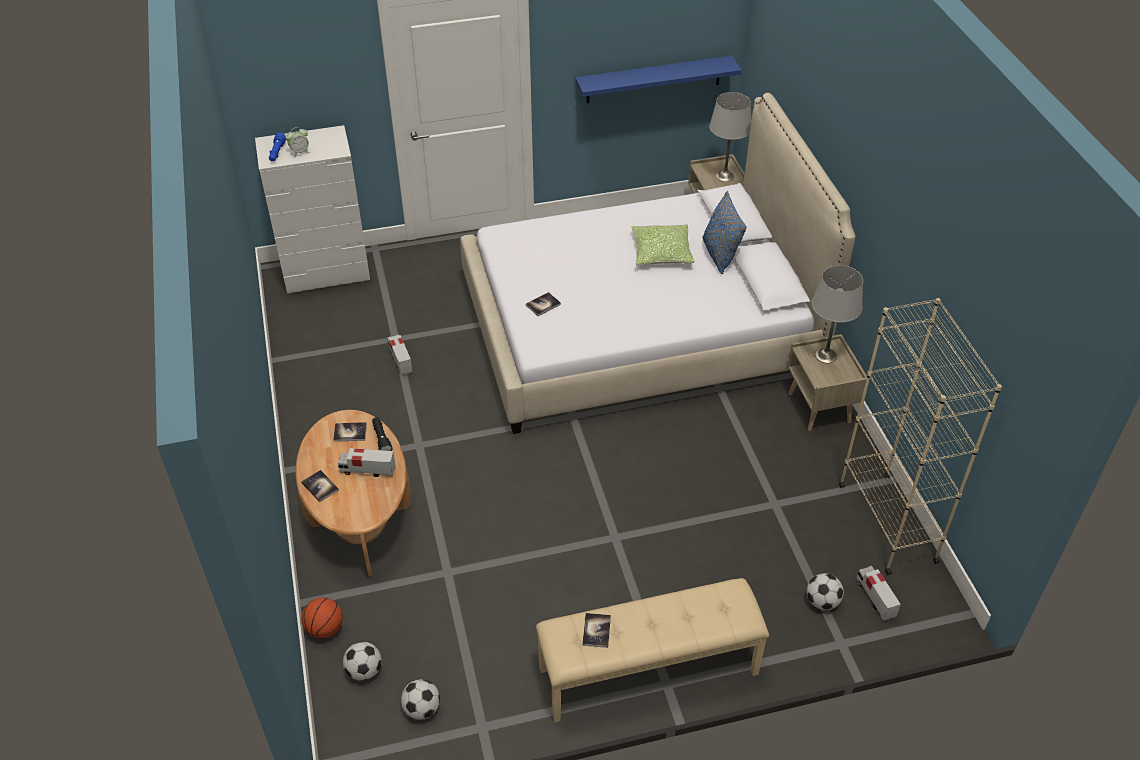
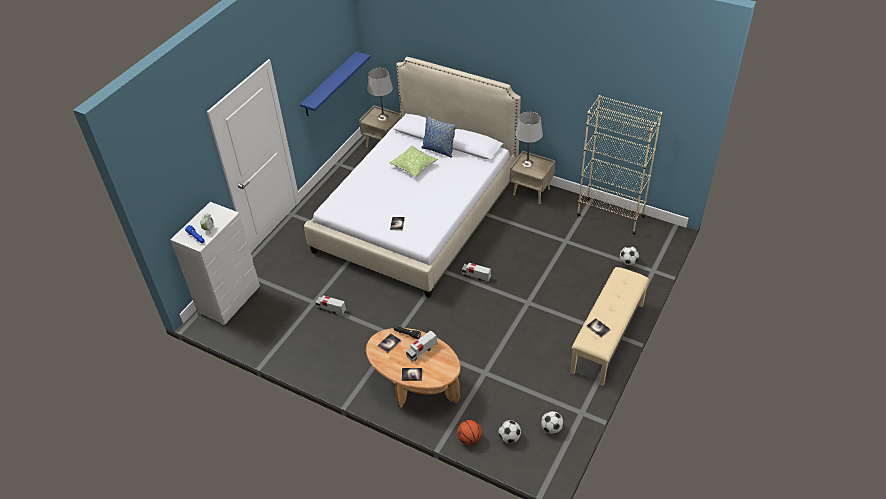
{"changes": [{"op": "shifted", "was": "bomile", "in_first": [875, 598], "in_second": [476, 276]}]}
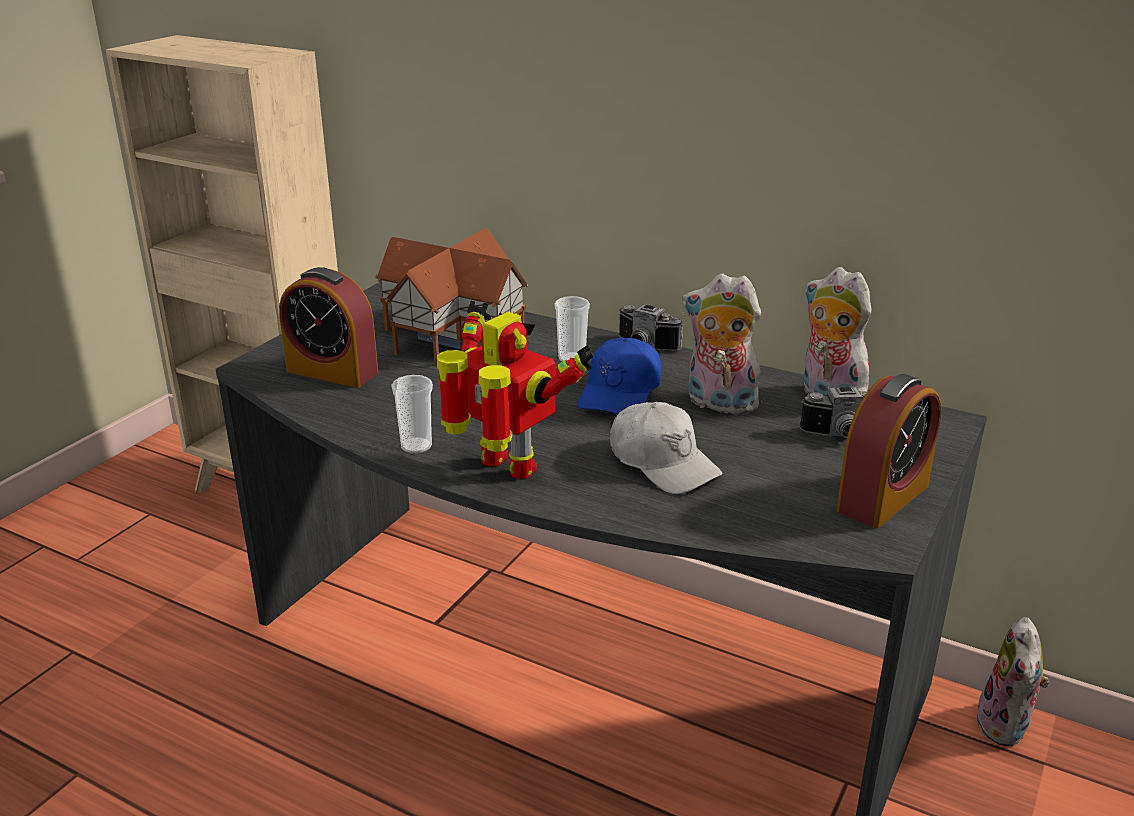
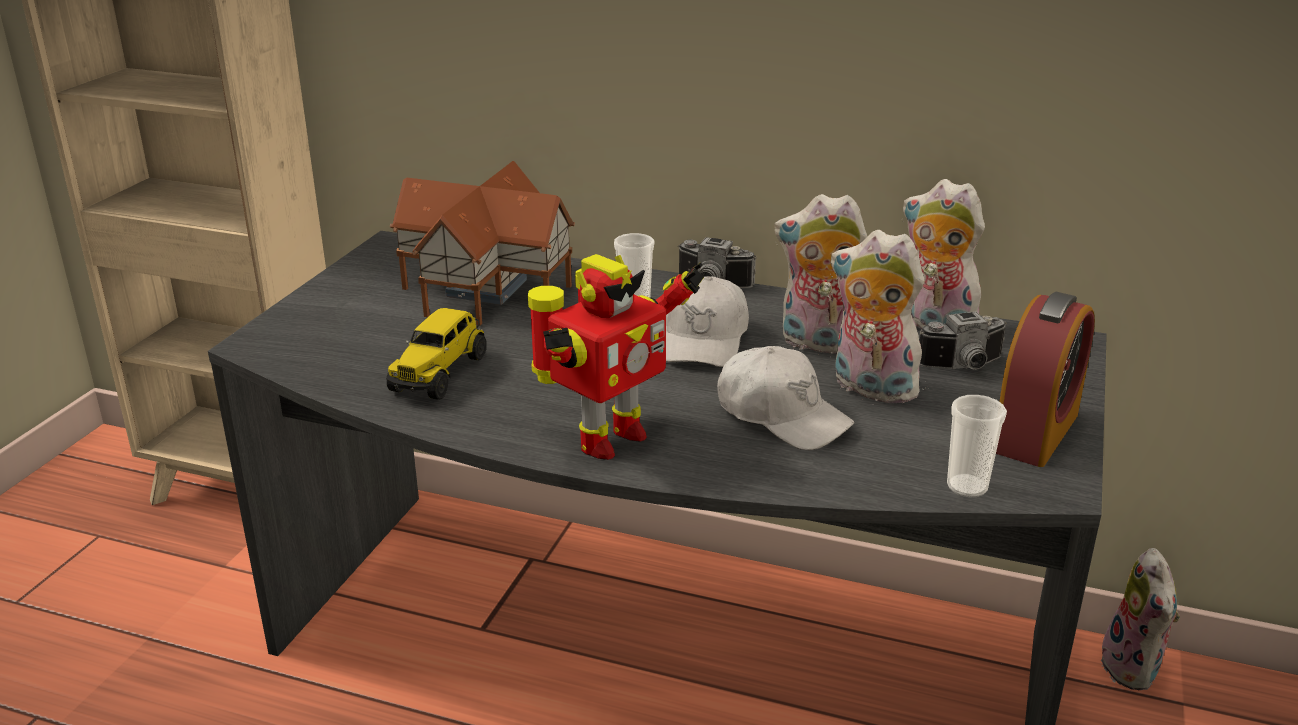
{"changes": [{"op": "gone", "was": "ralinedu", "in_first": [332, 372]}, {"op": "rotated", "was": "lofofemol", "in_first": [506, 469], "in_second": [606, 439], "clockwise": 105}, {"op": "repainted", "was": "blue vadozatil", "now": "white vadozatil", "in_first": [620, 393], "in_second": [704, 340]}, {"op": "shifted", "was": "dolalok", "in_first": [416, 446], "in_second": [967, 486]}, {"op": "new", "now": "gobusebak", "in_second": [870, 389]}, {"op": "new", "now": "bomile", "in_second": [439, 373]}]}
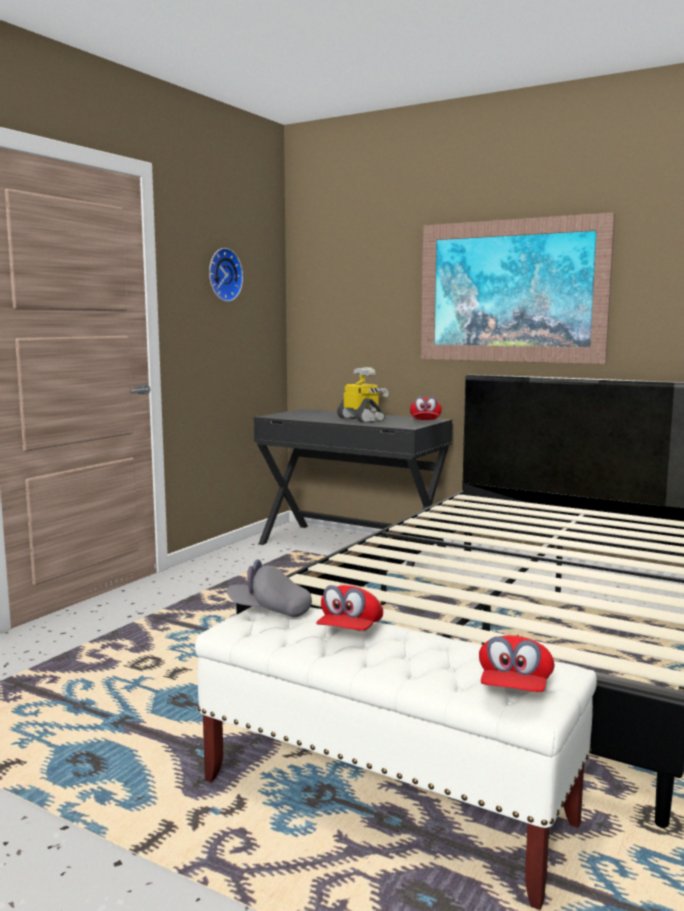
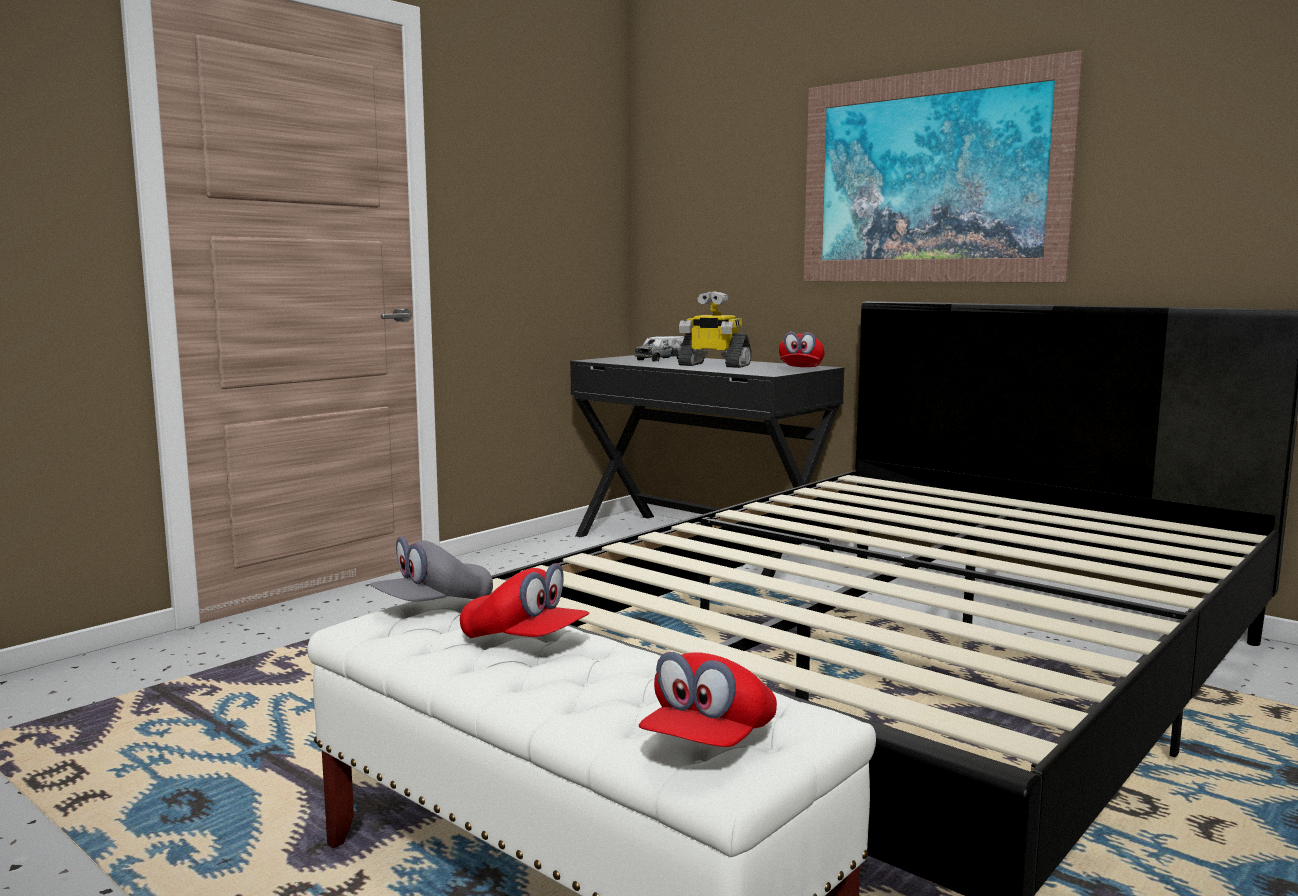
{"changes": [{"op": "gone", "was": "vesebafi", "in_first": [222, 275]}, {"op": "rotated", "was": "lofofemol", "in_first": [361, 419], "in_second": [713, 365], "clockwise": 135}, {"op": "rotated", "was": "grey vadozatil", "in_first": [269, 611], "in_second": [433, 606], "clockwise": -60}, {"op": "rotated", "was": "red vadozatil", "in_first": [350, 631], "in_second": [524, 641], "clockwise": -90}, {"op": "new", "now": "bomile", "in_second": [662, 359]}]}
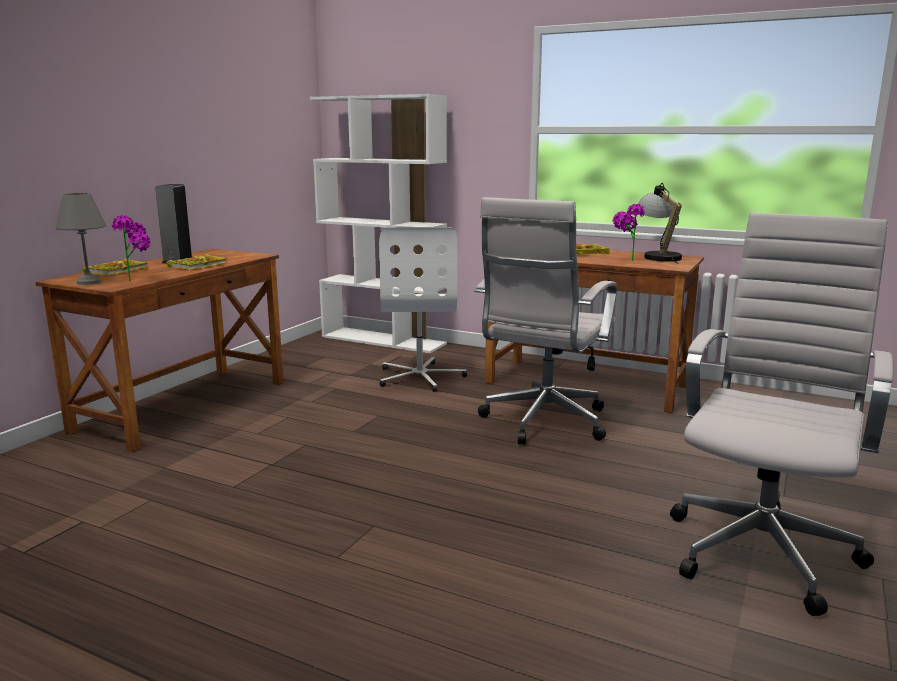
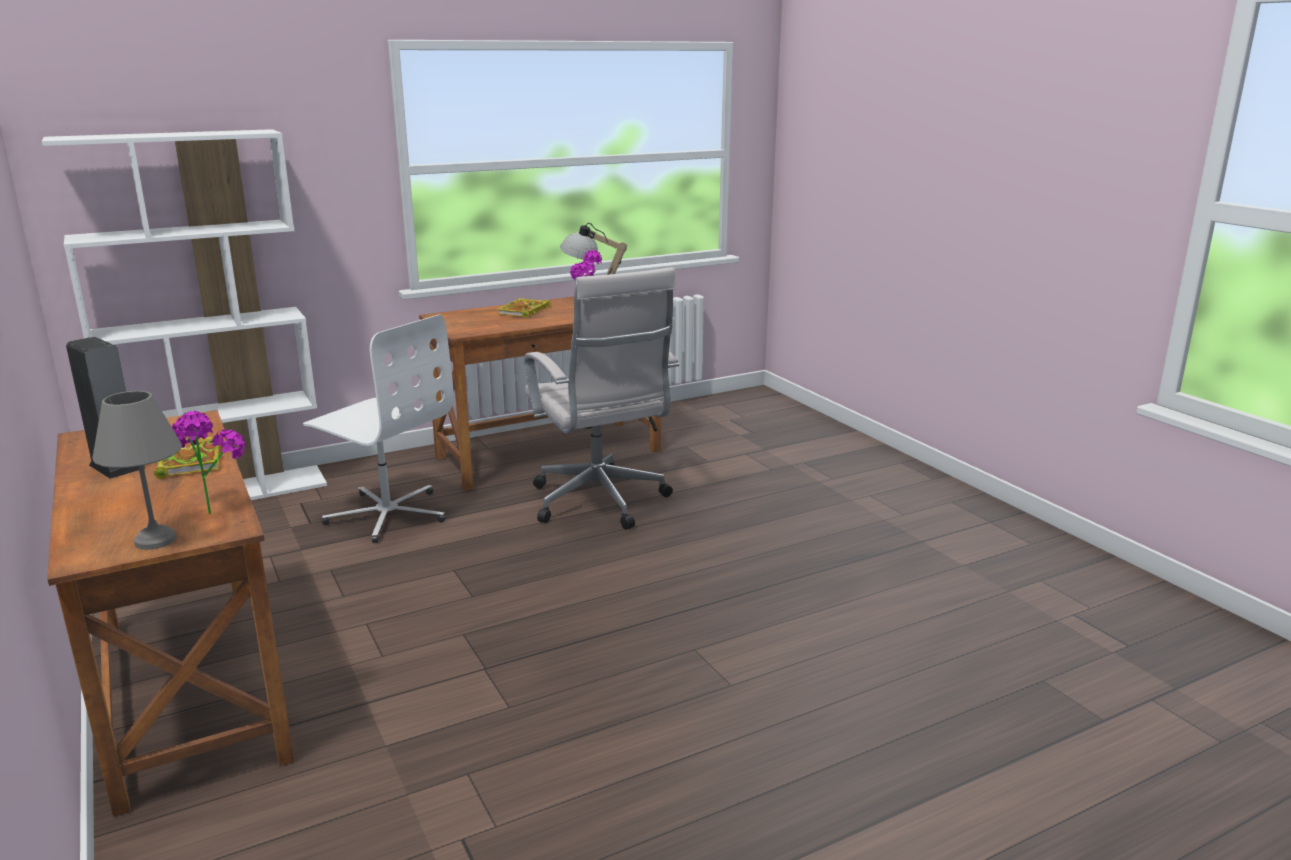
{"changes": [{"op": "gone", "was": "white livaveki", "in_first": [762, 549]}, {"op": "gone", "was": "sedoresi", "in_first": [117, 270]}]}
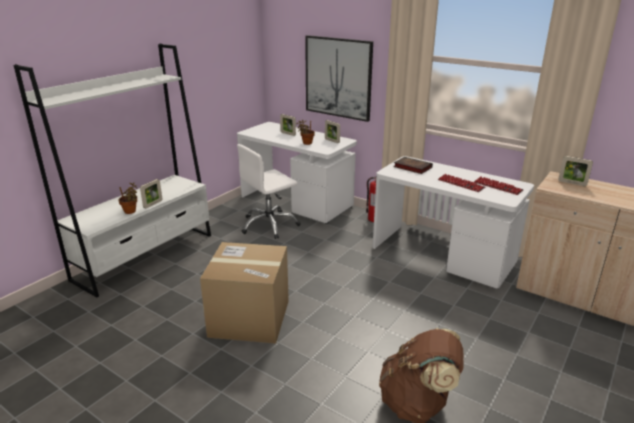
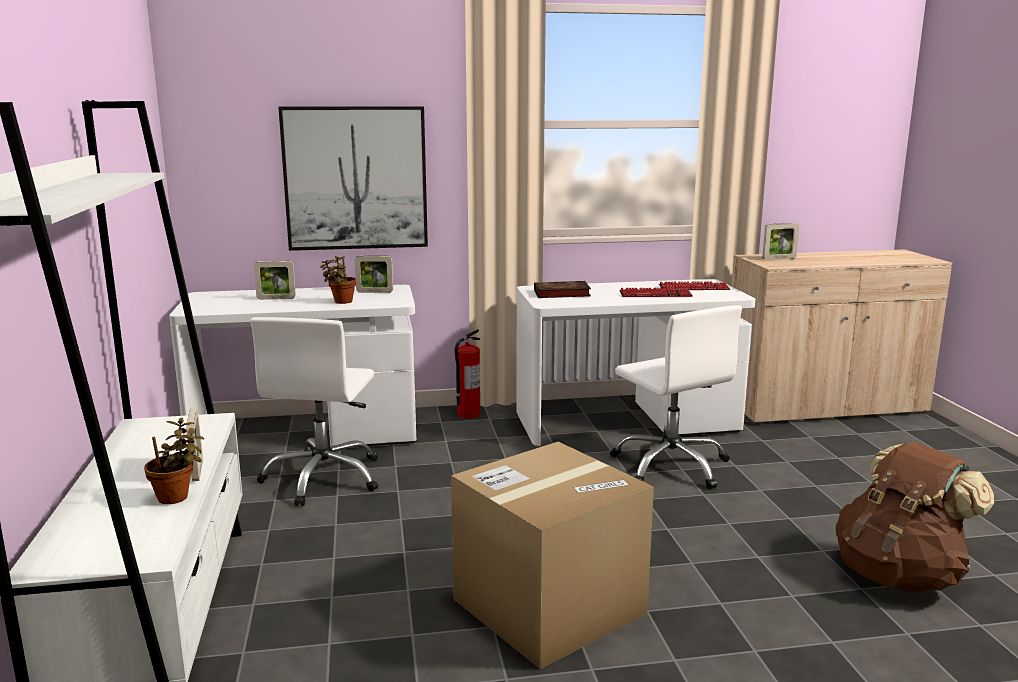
{"changes": [{"op": "new", "now": "white livaveki", "in_second": [671, 465]}]}
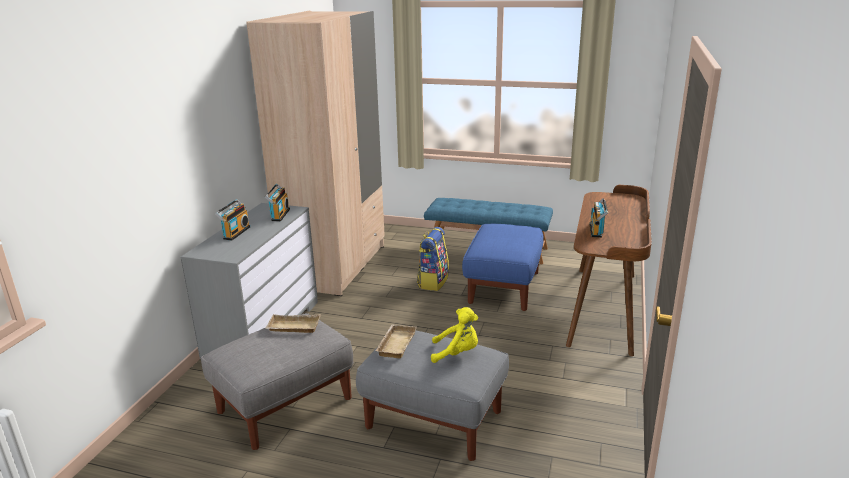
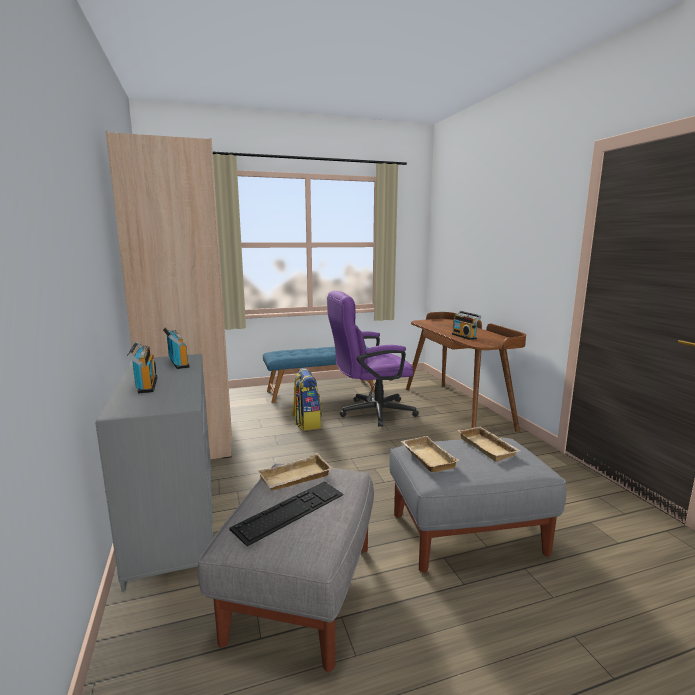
{"changes": [{"op": "swapped", "was": "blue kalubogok", "now": "purple livaveki", "in_first": [504, 287], "in_second": [370, 412]}, {"op": "swapped", "was": "yellow gobusebak", "now": "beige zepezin", "in_first": [457, 353], "in_second": [489, 447]}, {"op": "new", "now": "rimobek", "in_second": [290, 511]}]}
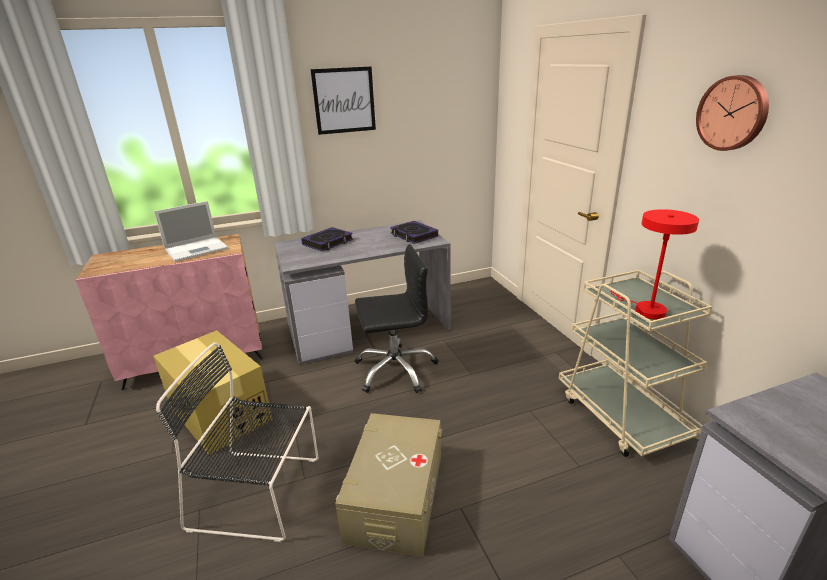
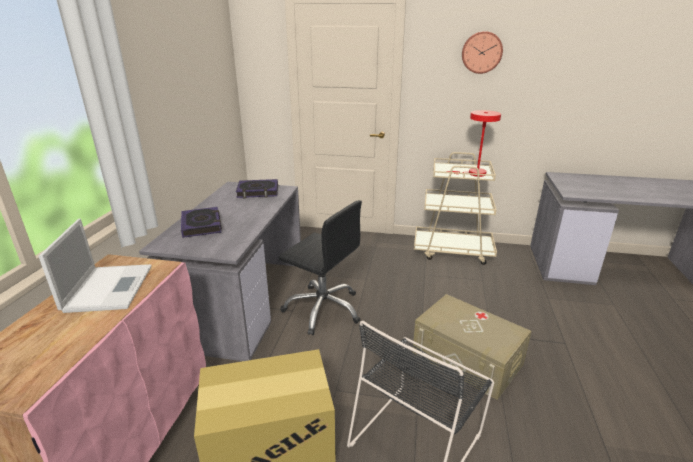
{"changes": [{"op": "gone", "was": "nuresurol", "in_first": [344, 100]}, {"op": "rotated", "was": "black livaveki", "in_first": [395, 369], "in_second": [323, 309], "clockwise": 105}]}
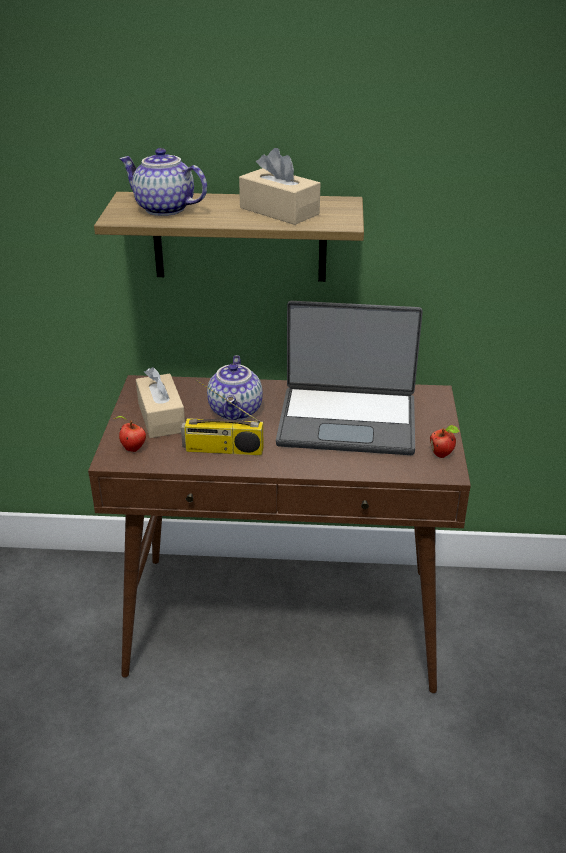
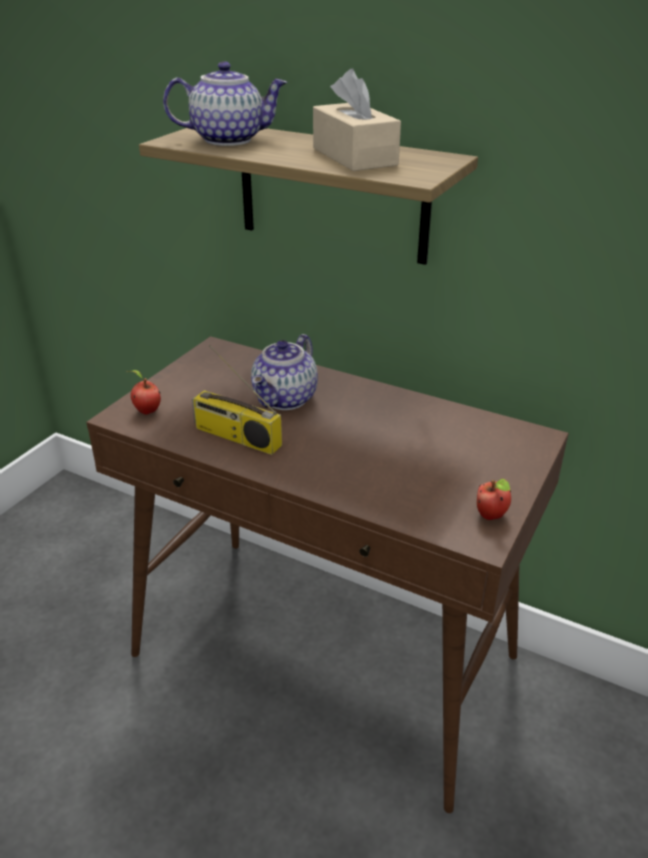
{"changes": [{"op": "rotated", "was": "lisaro", "in_first": [163, 209], "in_second": [229, 139], "clockwise": 120}, {"op": "gone", "was": "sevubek", "in_first": [347, 420]}, {"op": "gone", "was": "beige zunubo", "in_first": [161, 417]}]}
